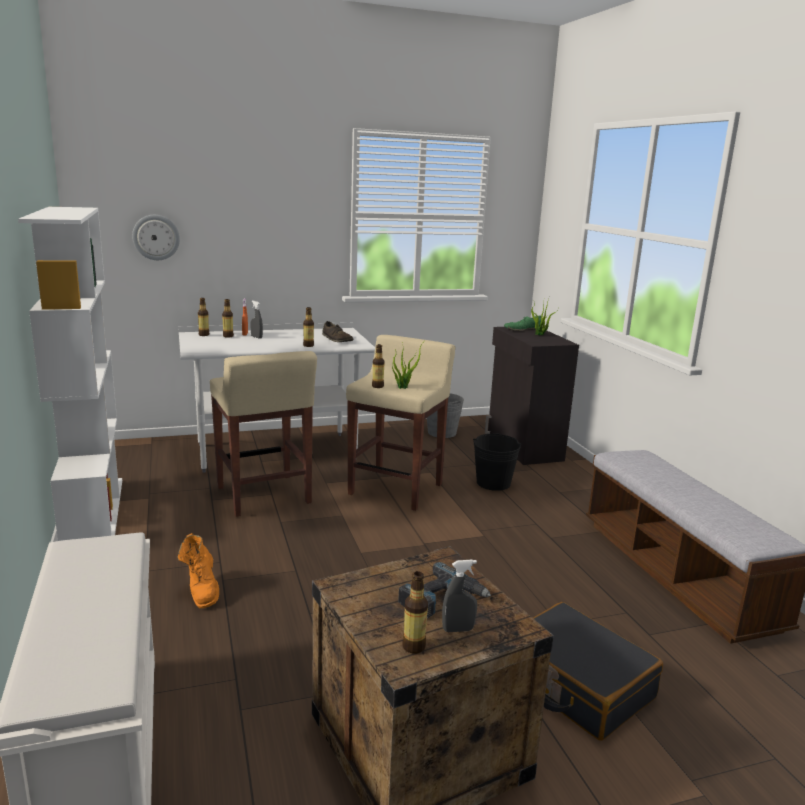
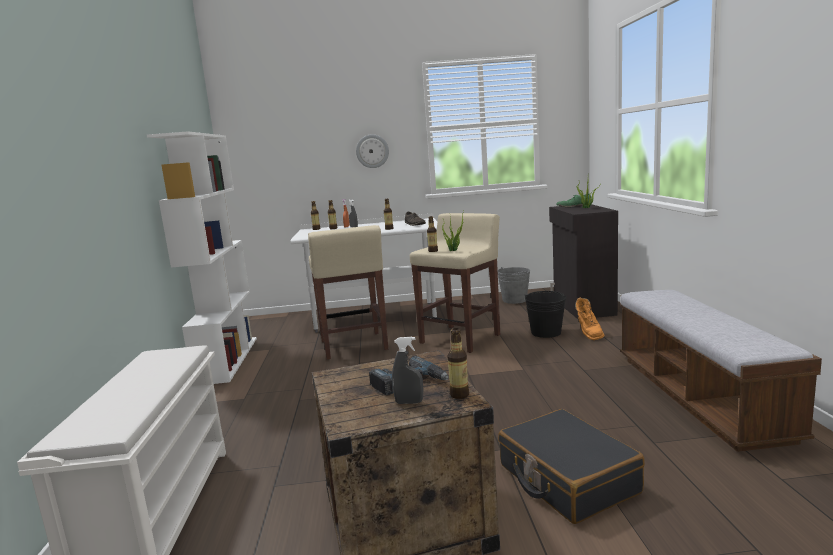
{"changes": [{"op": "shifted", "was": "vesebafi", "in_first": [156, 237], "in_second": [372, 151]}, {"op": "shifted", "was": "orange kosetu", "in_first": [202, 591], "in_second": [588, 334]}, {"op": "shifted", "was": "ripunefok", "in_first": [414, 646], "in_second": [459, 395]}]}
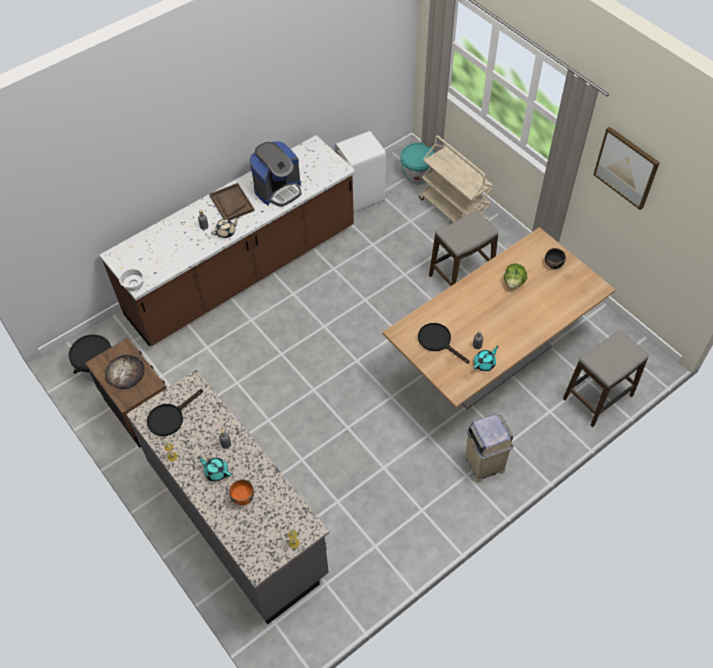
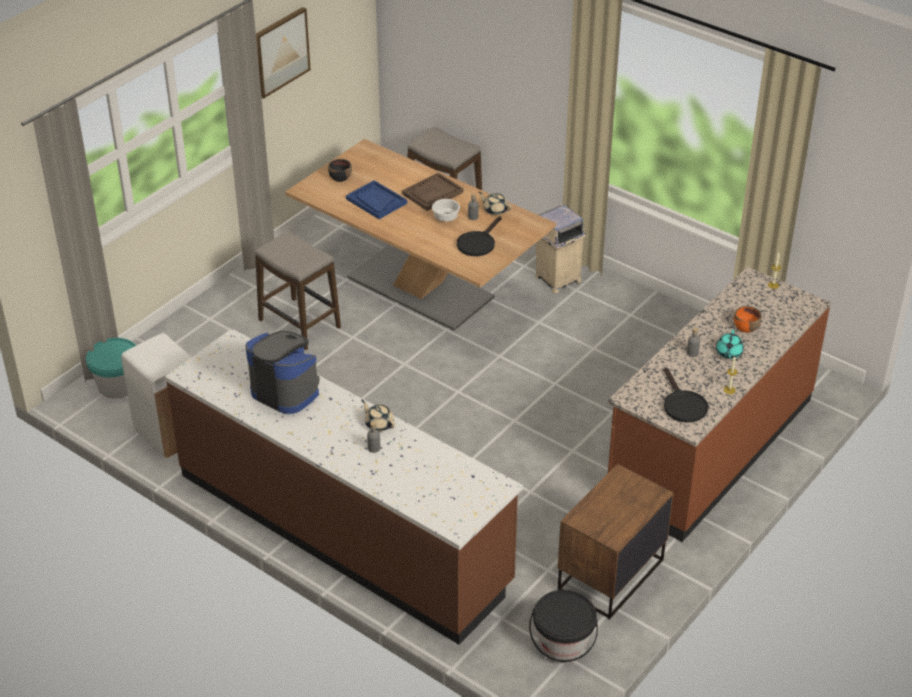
{"changes": [{"op": "gone", "was": "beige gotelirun", "in_first": [454, 212]}, {"op": "shifted", "was": "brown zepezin", "in_first": [231, 203], "in_second": [432, 193]}, {"op": "swapped", "was": "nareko", "now": "blue zepezin", "in_first": [514, 282], "in_second": [376, 201]}, {"op": "shifted", "was": "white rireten", "in_first": [134, 285], "in_second": [446, 217]}, {"op": "repainted", "was": "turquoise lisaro", "now": "beige lisaro", "in_first": [484, 363], "in_second": [495, 210]}, {"op": "gone", "was": "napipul", "in_first": [125, 373]}, {"op": "repainted", "was": "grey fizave", "now": "brown fizave", "in_first": [238, 518], "in_second": [709, 448]}, {"op": "rotated", "was": "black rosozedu", "in_first": [170, 417], "in_second": [682, 404], "clockwise": 45}]}
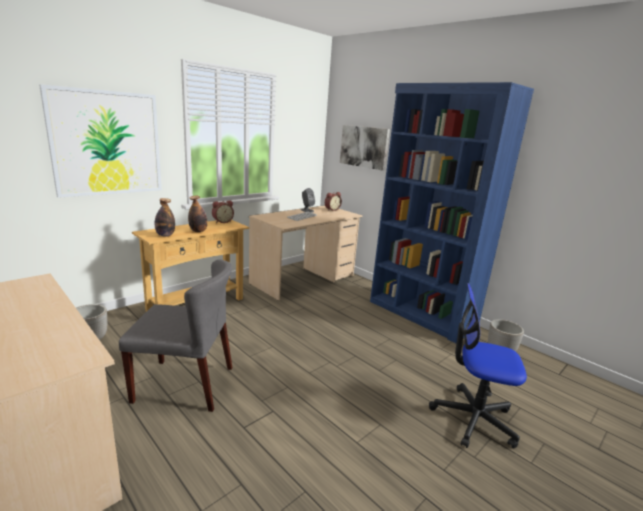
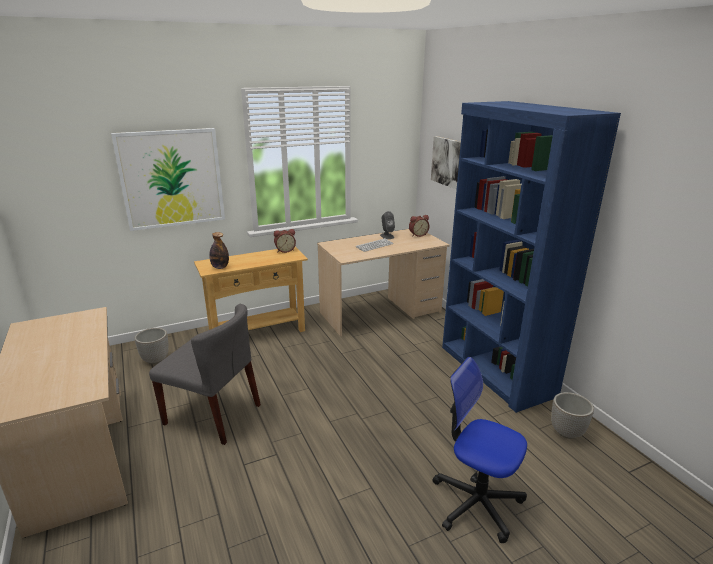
{"changes": [{"op": "gone", "was": "ripunefok", "in_first": [198, 231]}]}
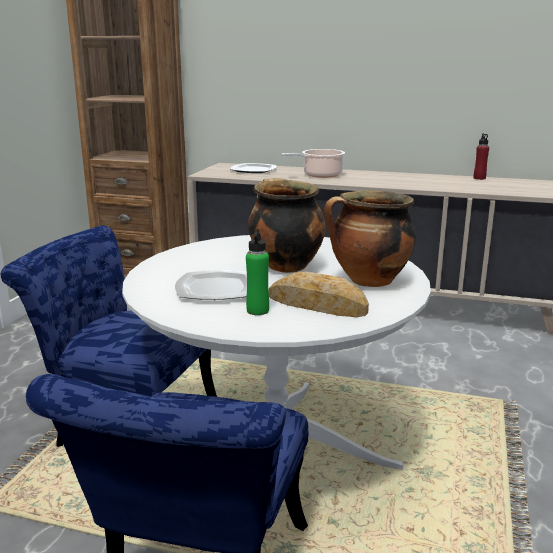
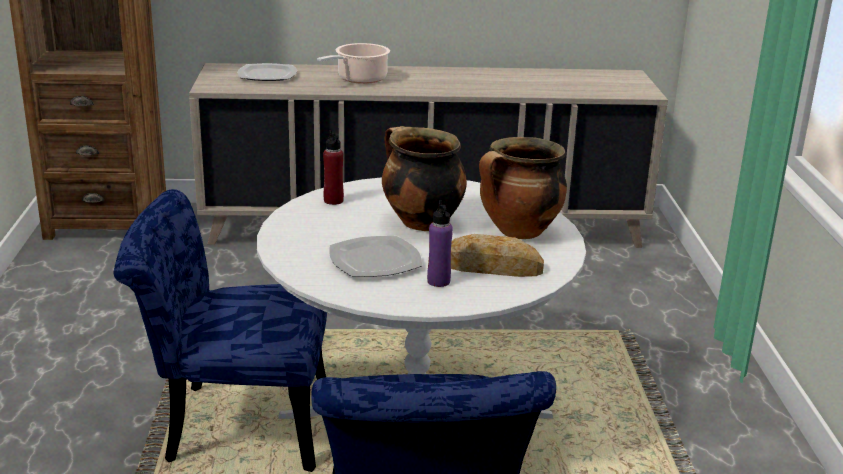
{"changes": [{"op": "shifted", "was": "red ripunefok", "in_first": [479, 178], "in_second": [333, 200]}, {"op": "repainted", "was": "green ripunefok", "now": "purple ripunefok", "in_first": [257, 311], "in_second": [438, 281]}]}
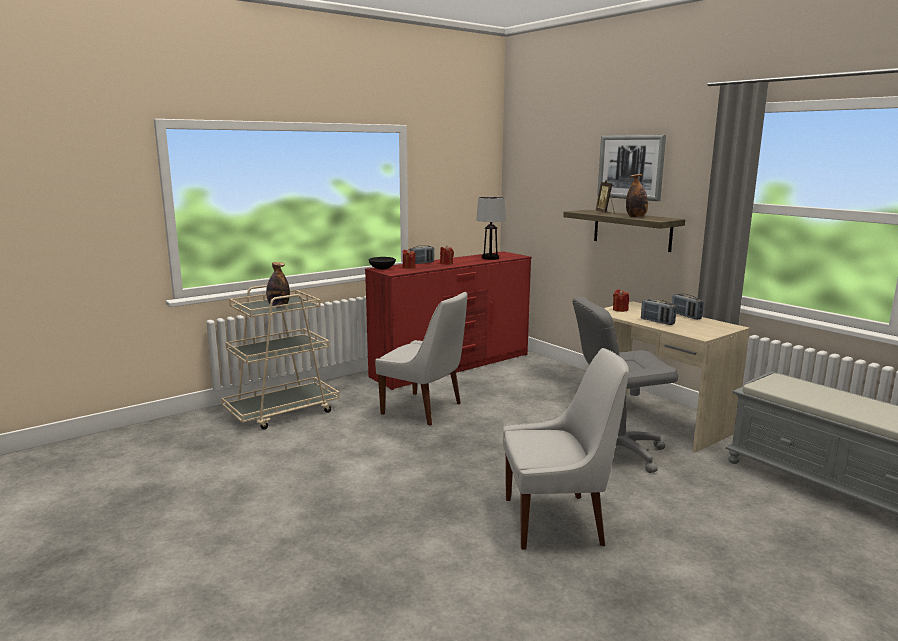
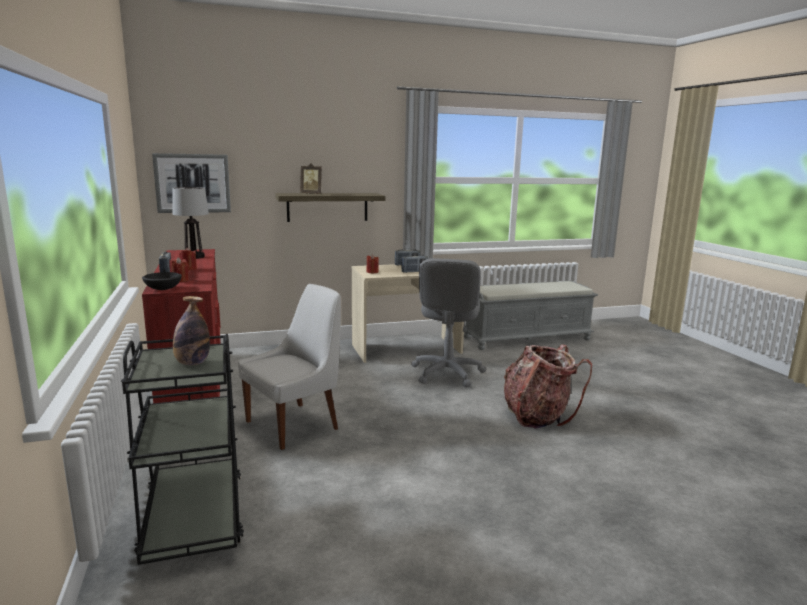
{"changes": [{"op": "shifted", "was": "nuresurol", "in_first": [630, 167], "in_second": [192, 183]}, {"op": "gone", "was": "ripunefok", "in_first": [636, 217]}, {"op": "repainted", "was": "beige gotelirun", "now": "black gotelirun", "in_first": [282, 412], "in_second": [194, 519]}, {"op": "swapped", "was": "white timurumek", "now": "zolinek", "in_first": [557, 521], "in_second": [537, 416]}]}
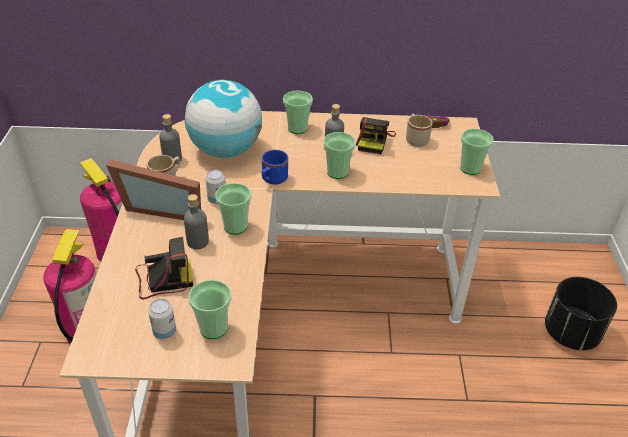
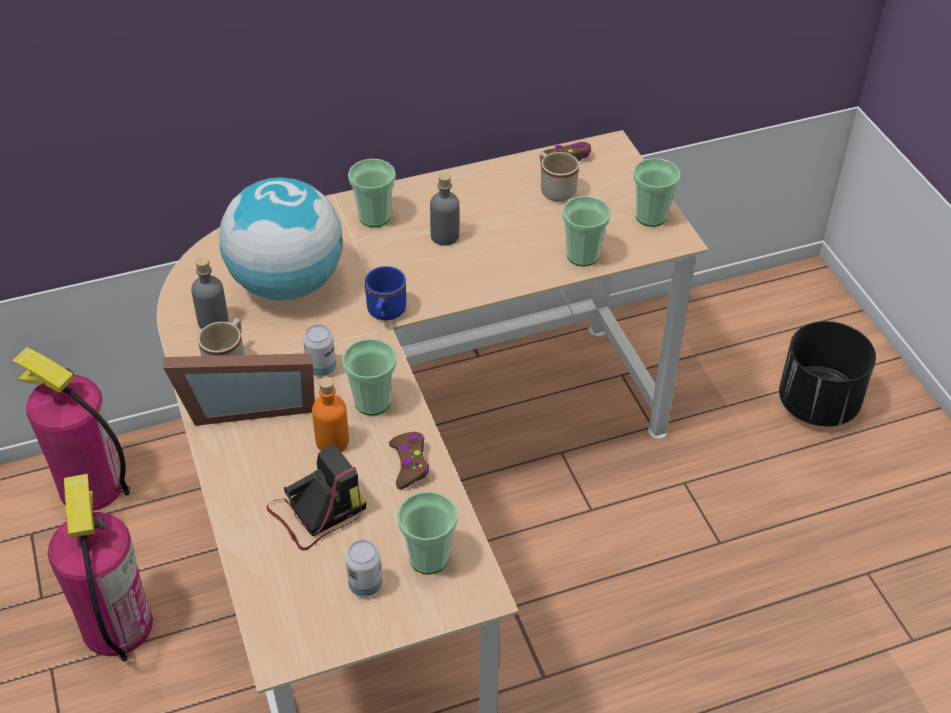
{"changes": [{"op": "gone", "was": "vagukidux", "in_first": [374, 141]}, {"op": "shifted", "was": "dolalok", "in_first": [337, 172], "in_second": [582, 256]}, {"op": "repainted", "was": "grey ripunefok", "now": "orange ripunefok", "in_first": [198, 242], "in_second": [332, 441]}, {"op": "new", "now": "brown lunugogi", "in_second": [409, 464]}]}
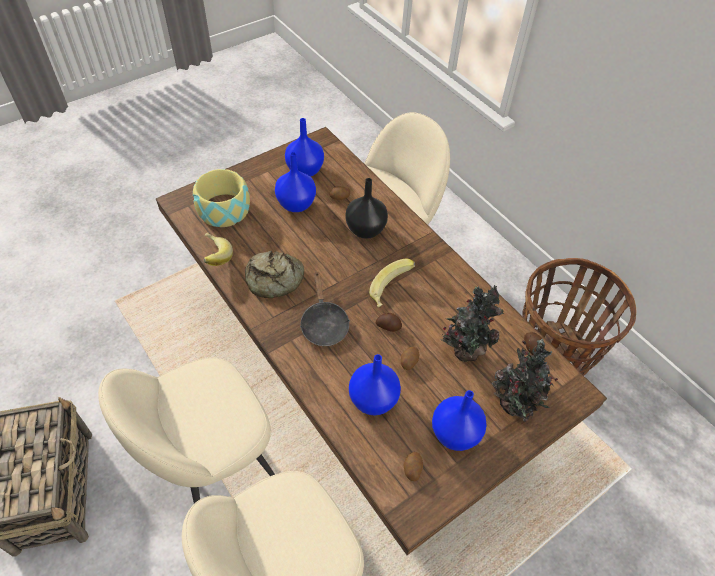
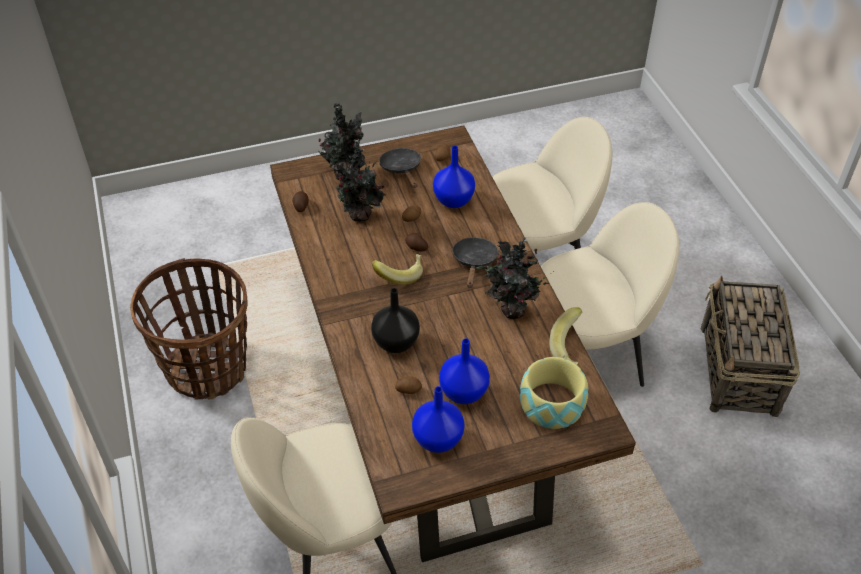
{"changes": [{"op": "swapped", "was": "napipul", "now": "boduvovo", "in_first": [274, 279], "in_second": [510, 311]}, {"op": "swapped", "was": "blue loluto", "now": "black rosozedu", "in_first": [453, 434], "in_second": [402, 169]}]}
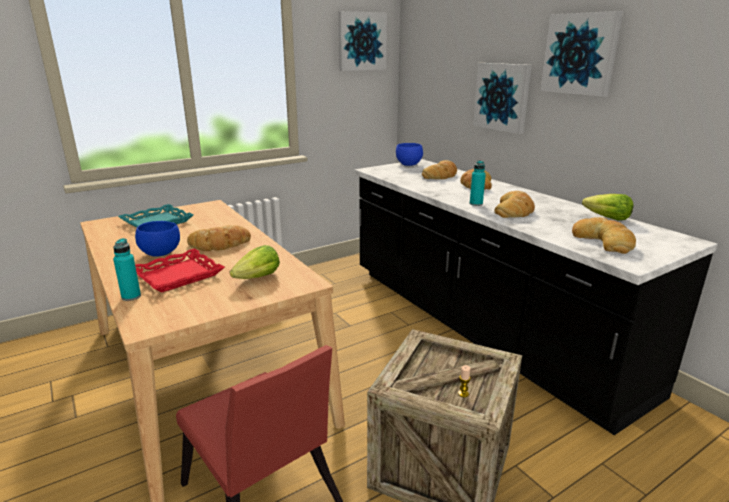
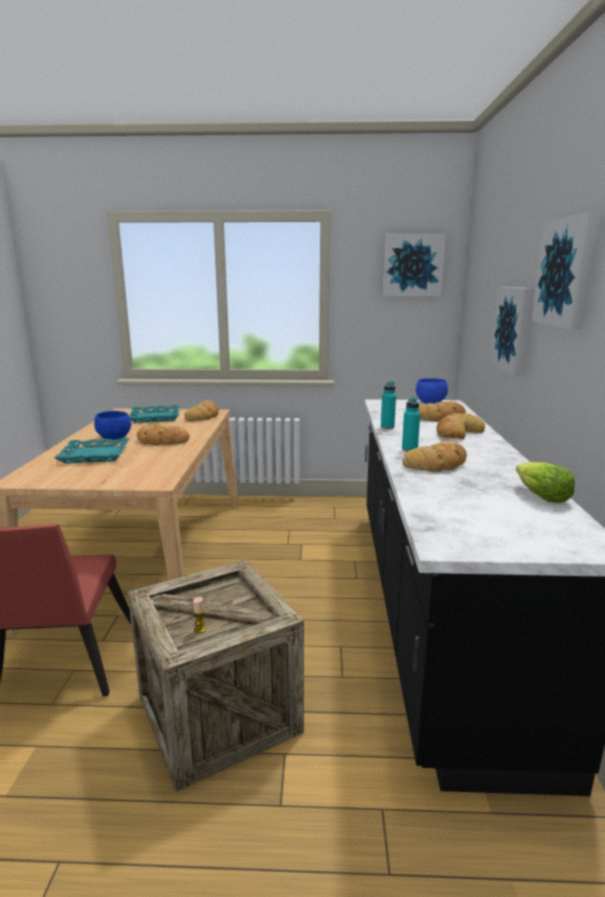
{"changes": [{"op": "shifted", "was": "napipul", "in_first": [604, 241], "in_second": [204, 416]}, {"op": "shifted", "was": "turquoise ripunefok", "in_first": [131, 296], "in_second": [387, 427]}, {"op": "gone", "was": "nareko", "in_first": [258, 278]}, {"op": "repainted", "was": "red zepezin", "now": "turquoise zepezin", "in_first": [178, 275], "in_second": [95, 455]}]}
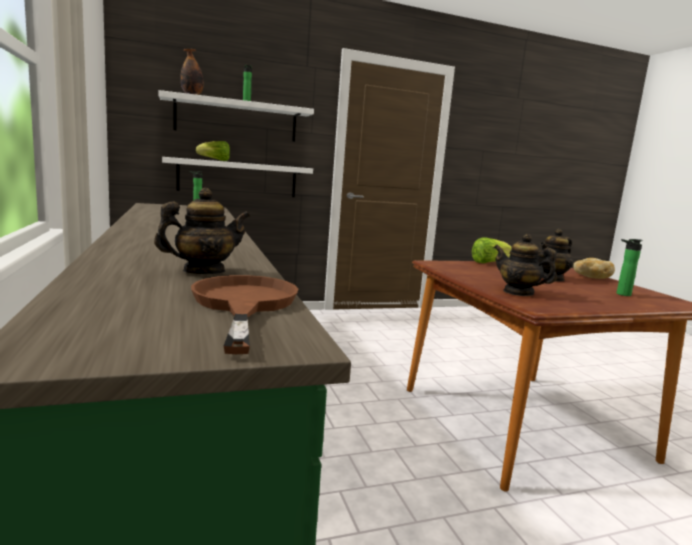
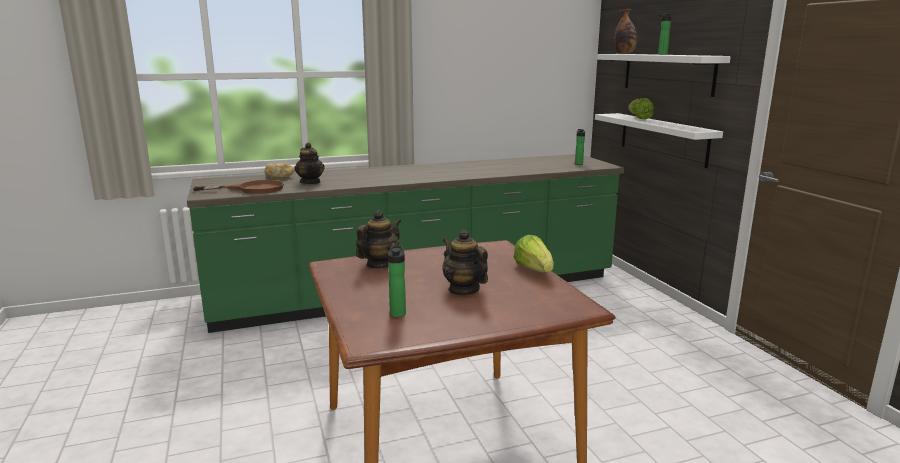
{"changes": [{"op": "shifted", "was": "napipul", "in_first": [590, 277], "in_second": [279, 177]}]}
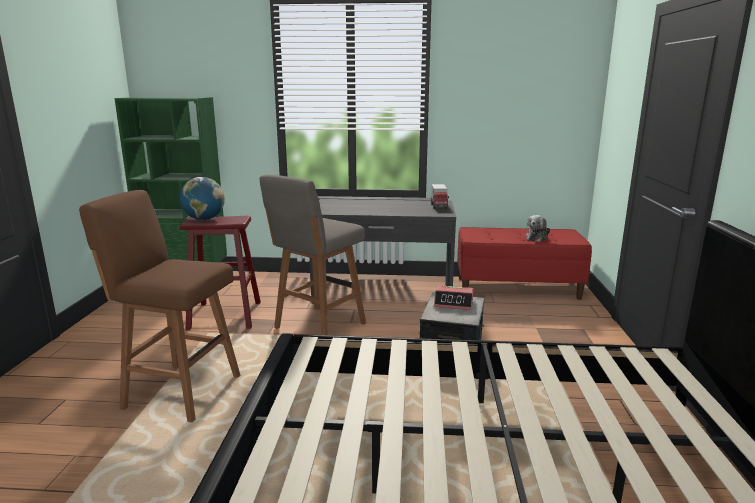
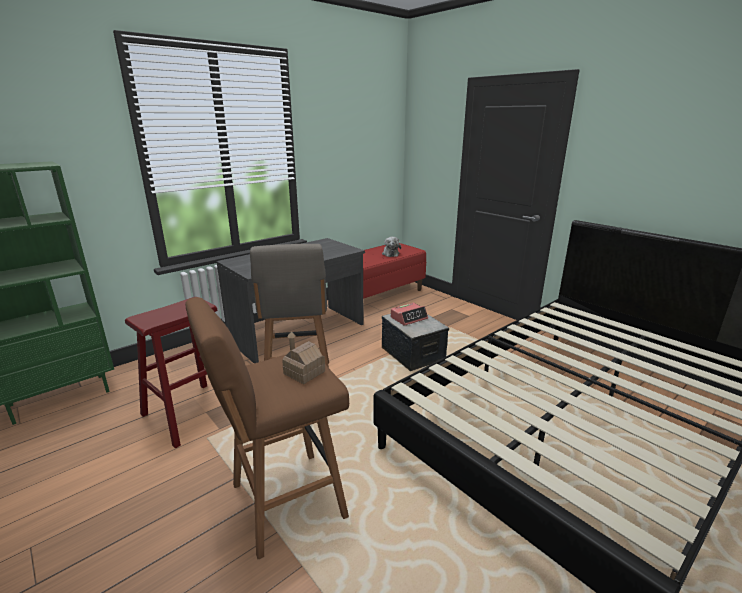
{"changes": [{"op": "gone", "was": "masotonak", "in_first": [204, 219]}, {"op": "gone", "was": "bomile", "in_first": [439, 206]}, {"op": "new", "now": "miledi", "in_second": [304, 372]}]}
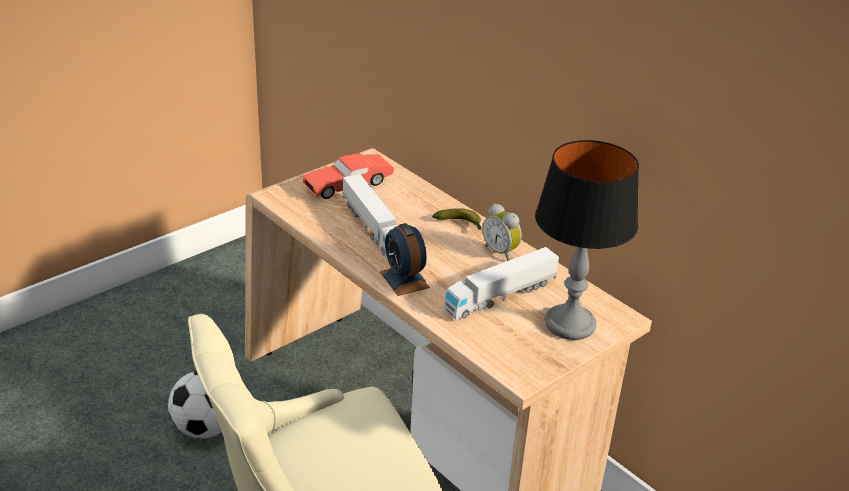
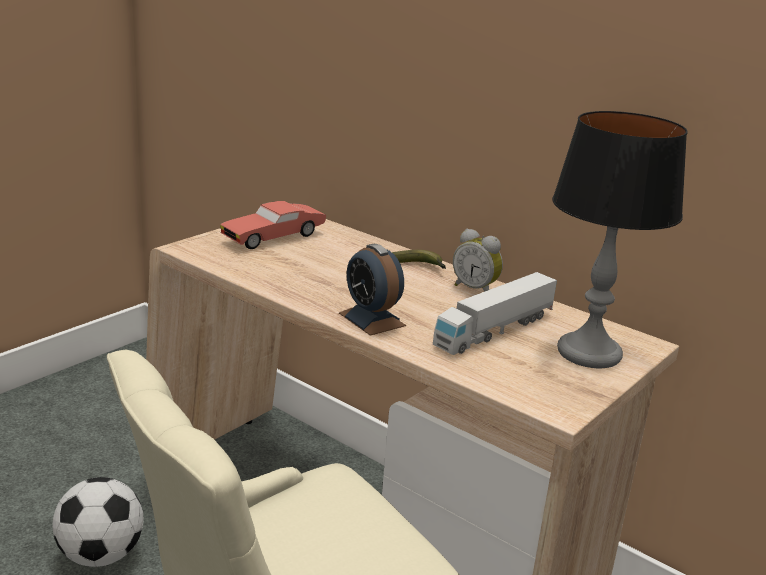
{"changes": [{"op": "gone", "was": "bomile", "in_first": [372, 227]}]}
